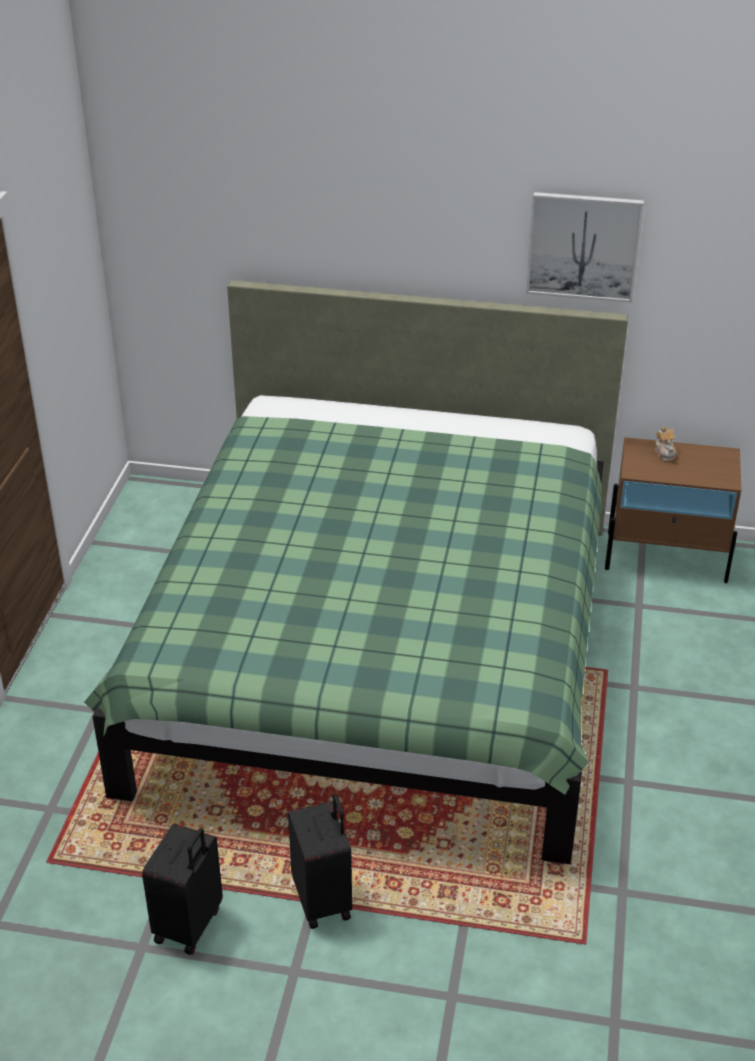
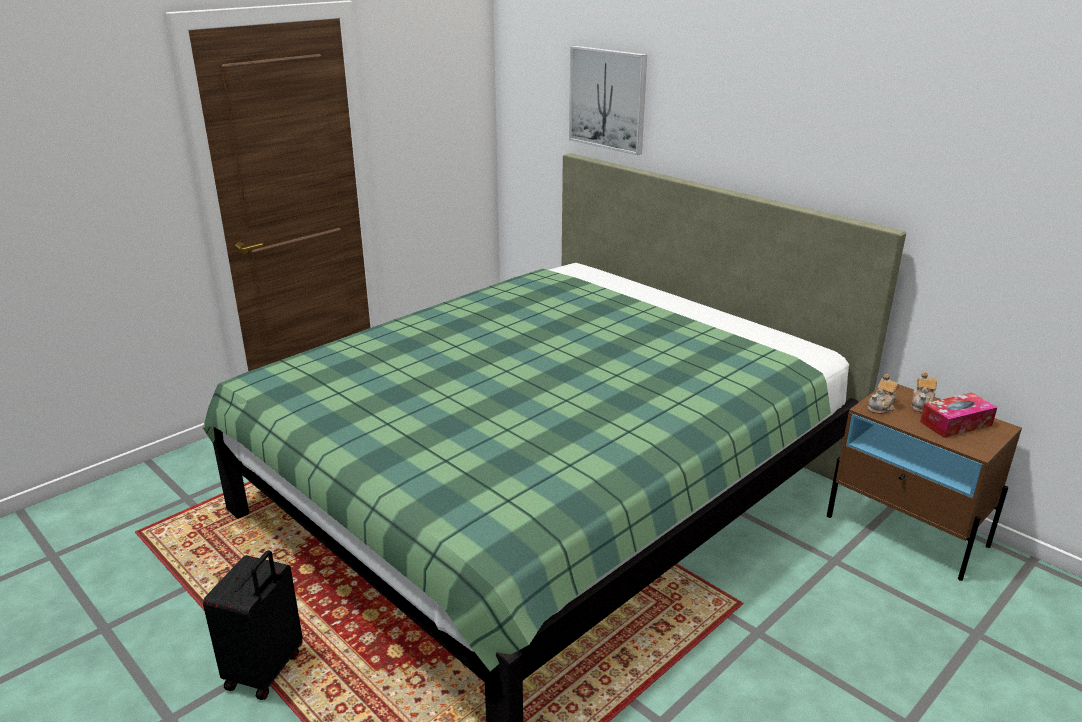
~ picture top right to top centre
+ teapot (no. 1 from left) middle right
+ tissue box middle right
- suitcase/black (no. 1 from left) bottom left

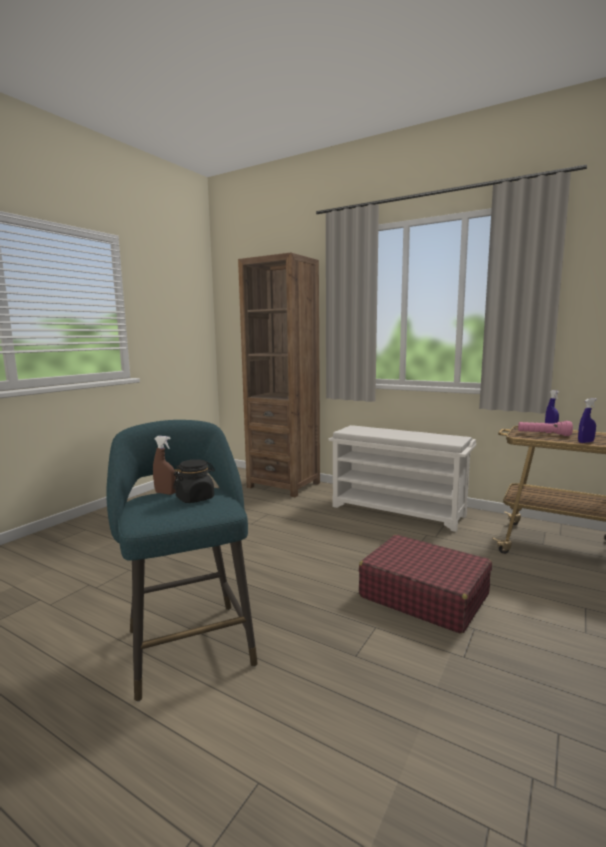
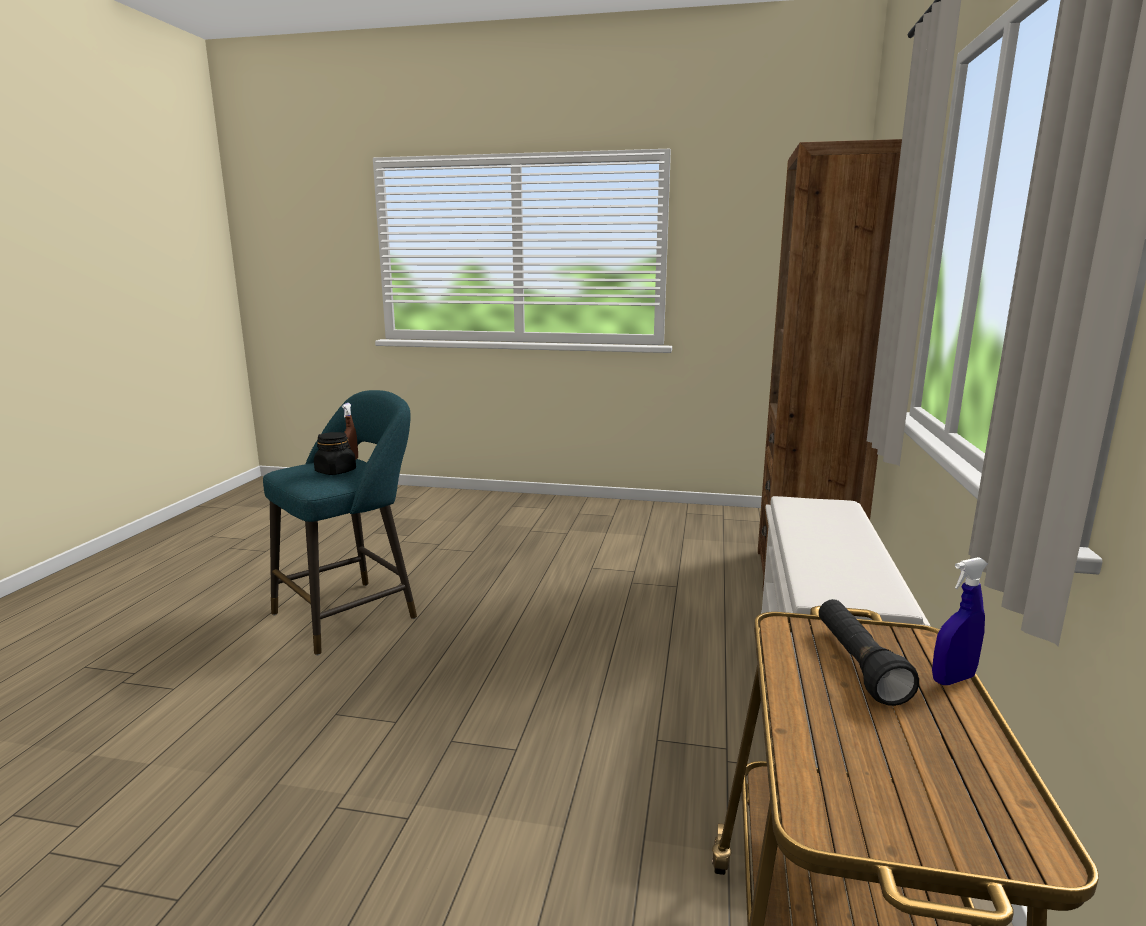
~ flashlight/pink middle right to flashlight/black bottom right
- suitcase/red bottom right
- spray bottle/blue (no. 2 from left) middle right

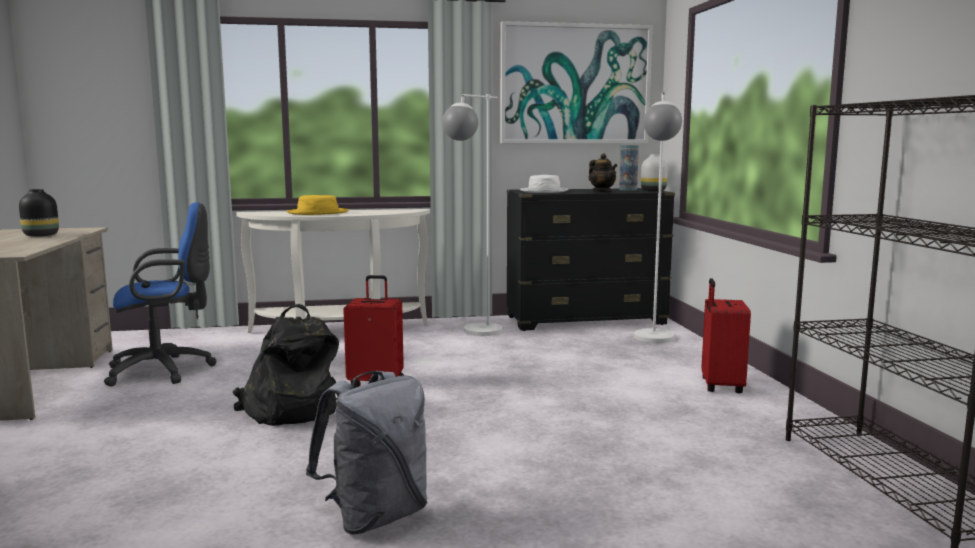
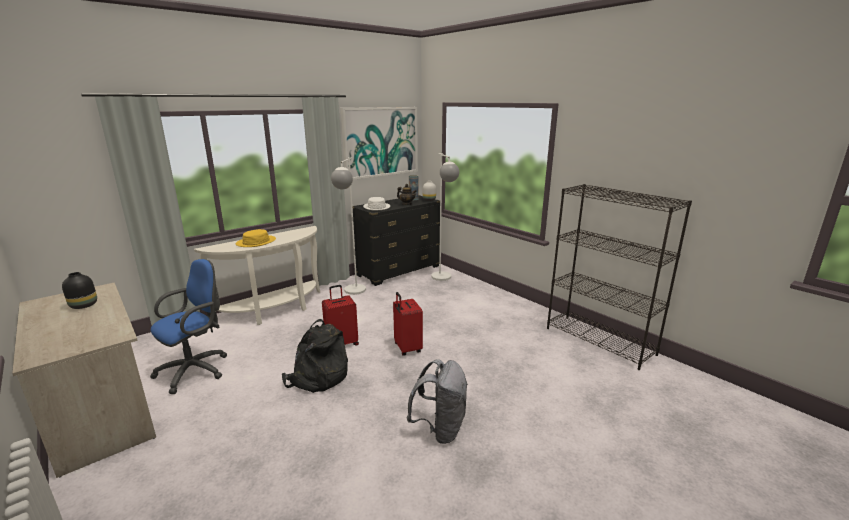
~ suitcase/red (no. 2 from left) middle right to centre

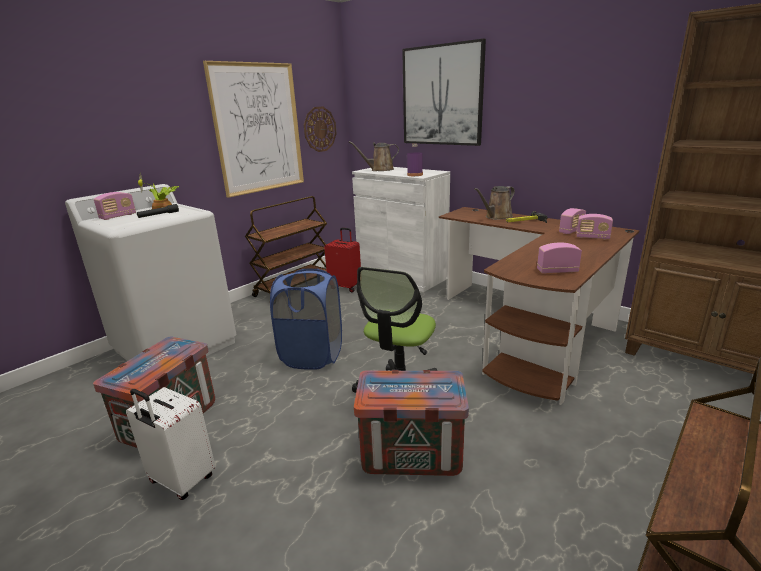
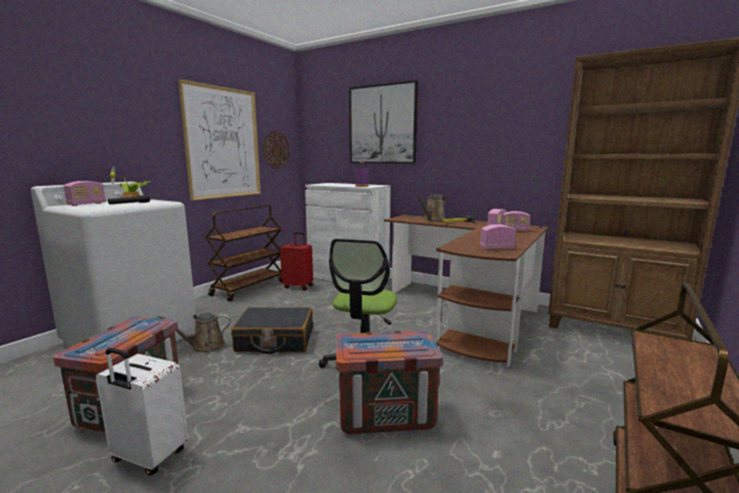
~ watering can/brown (no. 1 from left) top centre to bottom left
~ laundry basket/blue centre to suitcase/black bottom centre

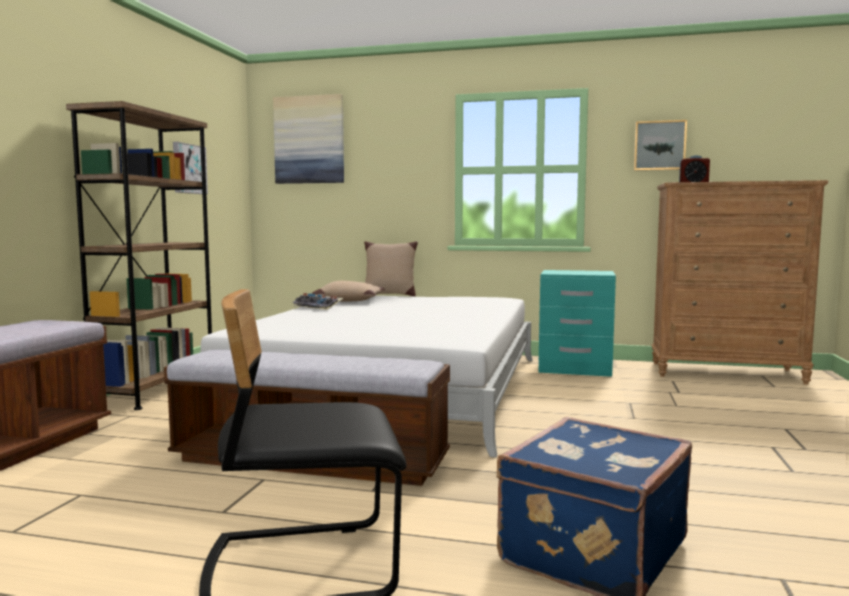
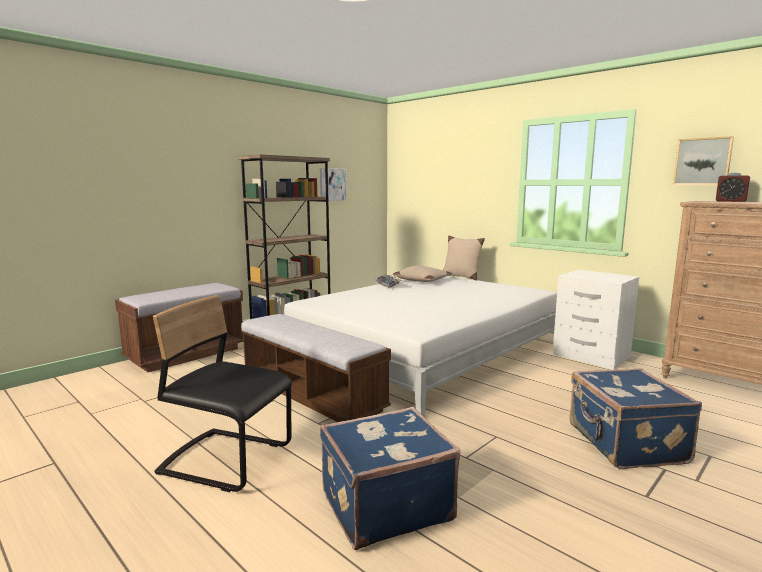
~ nightstand/turquoise middle right to nightstand/white middle right
+ suitcase/blue (no. 2 from left) bottom right
- picture (no. 2 from left) top centre

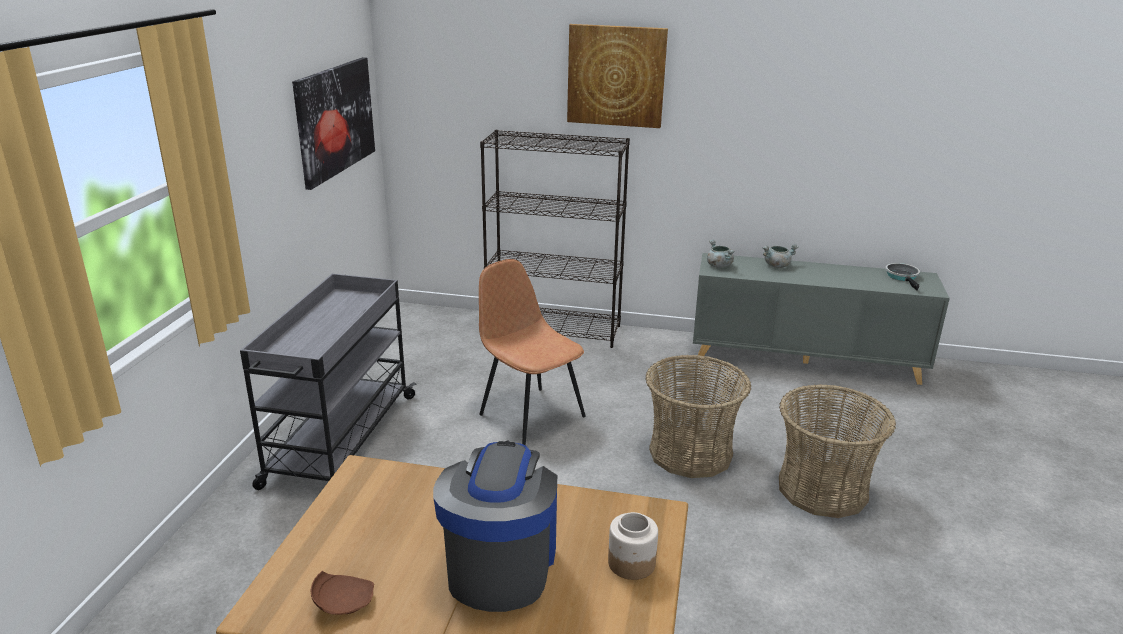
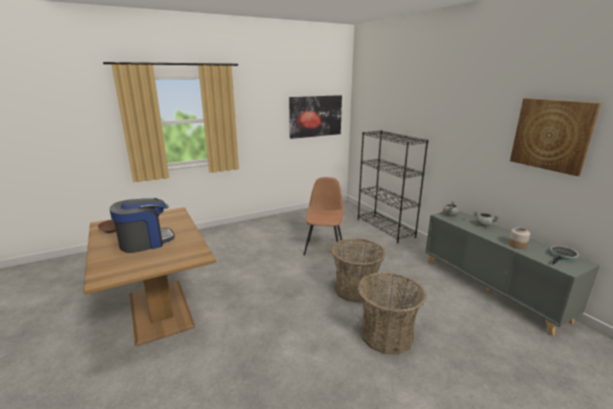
~ jar bottom centre to middle right
~ picture (no. 2 from left) top centre to middle right
- cart/grey middle left

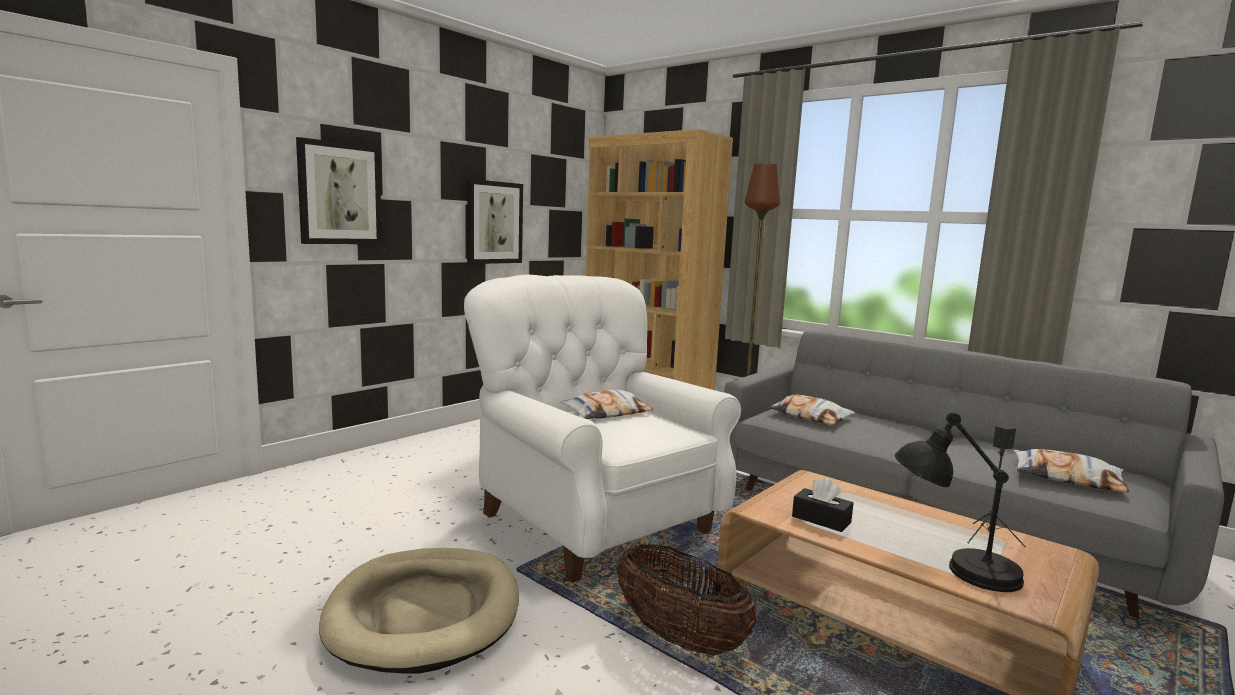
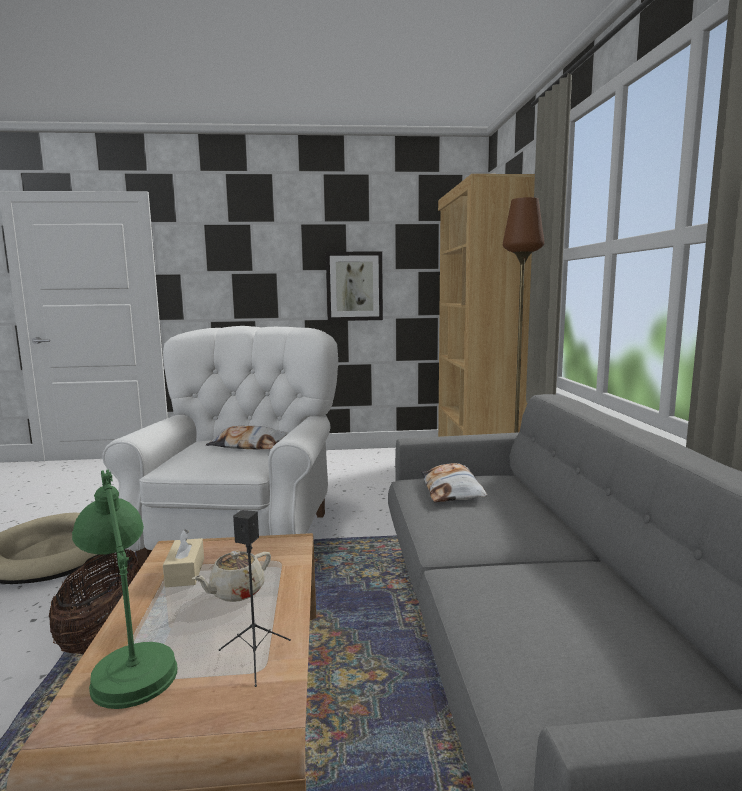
~ table lamp/black bottom right to table lamp/green bottom left
~ tissue box/black bottom centre to tissue box/beige bottom left
+ teapot/beige bottom left
- picture (no. 1 from left) top left
- pillow (no. 3 from left) bottom right

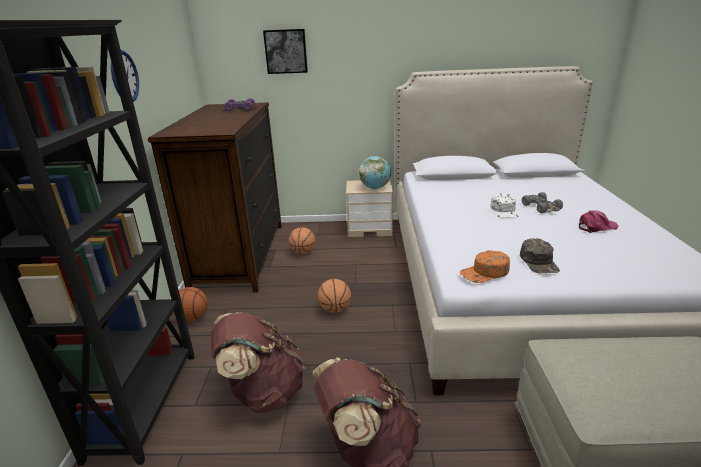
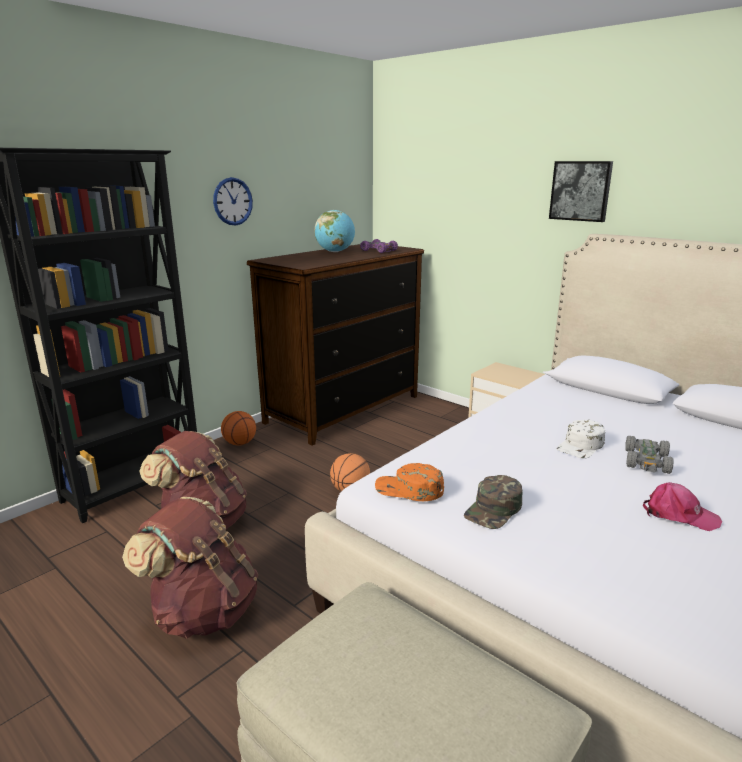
~ globe centre to top centre
~ picture top centre to top right
- basketball (no. 2 from left) centre

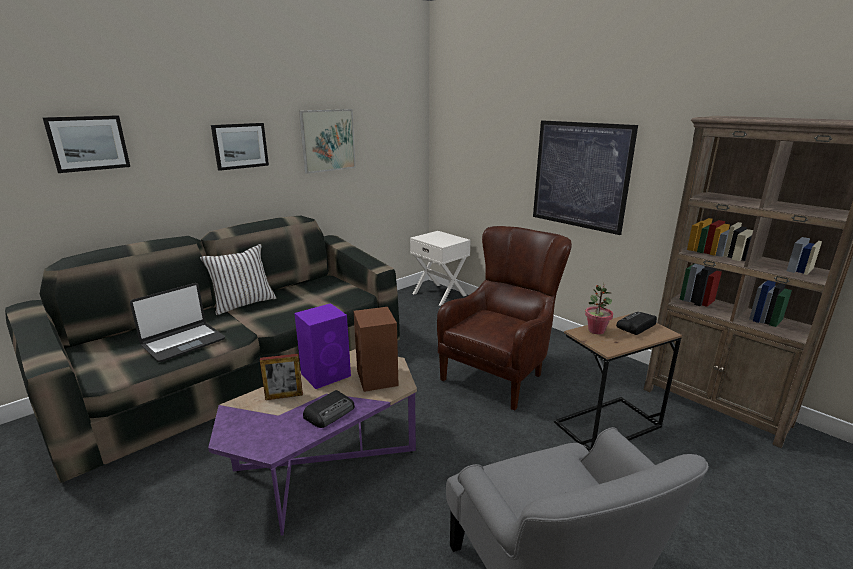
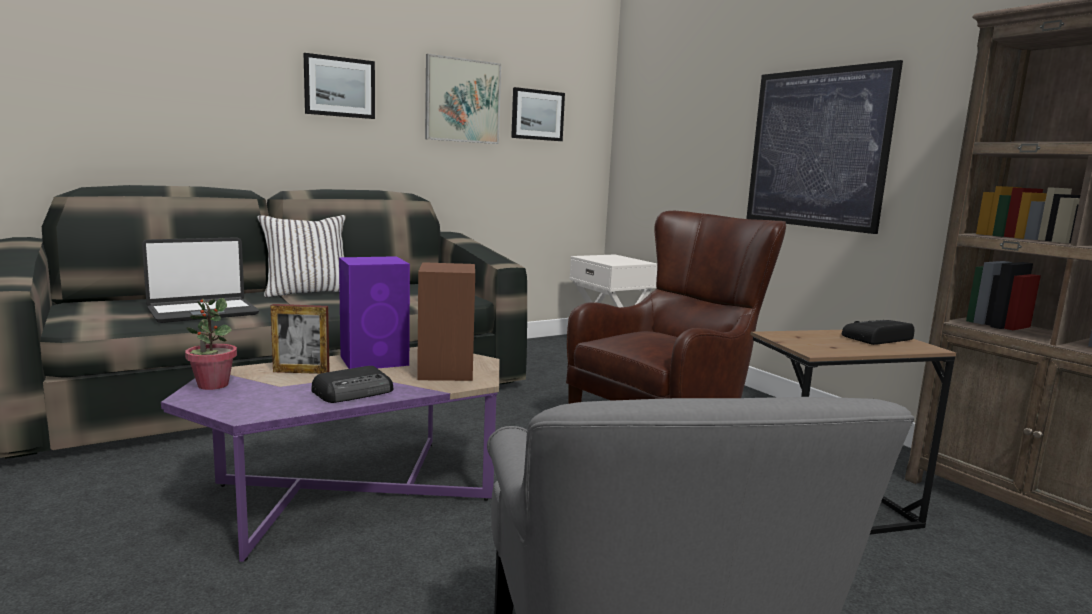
~ potted plant middle right to middle left
~ picture (no. 1 from left in the first image) top left to picture (no. 3 from left) top centre

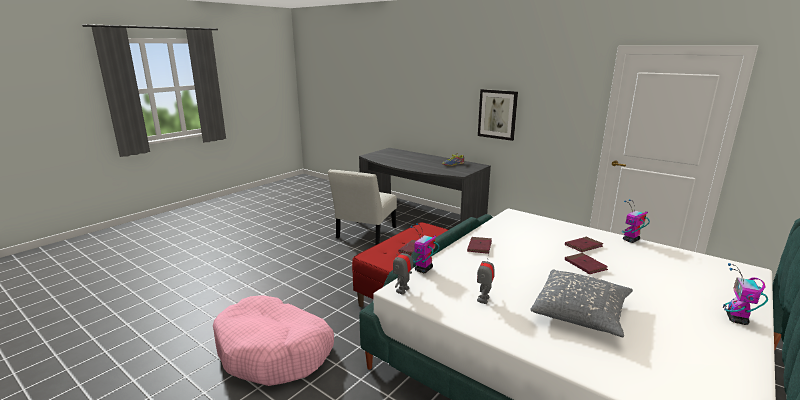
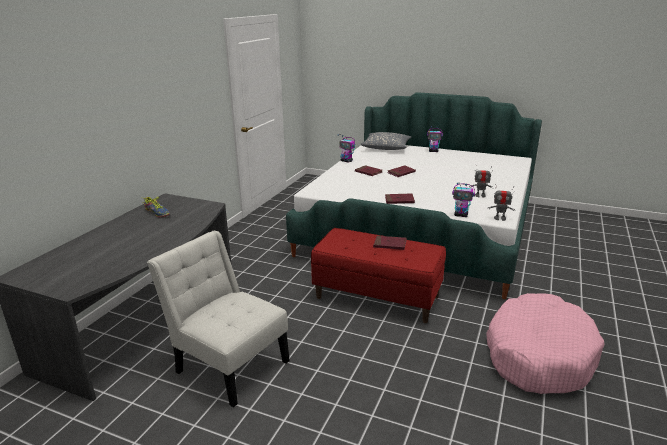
~ chair/white centre = bottom left 150 degrees counterclockwise
~ pillow/grey bottom right to top centre
- picture top centre

